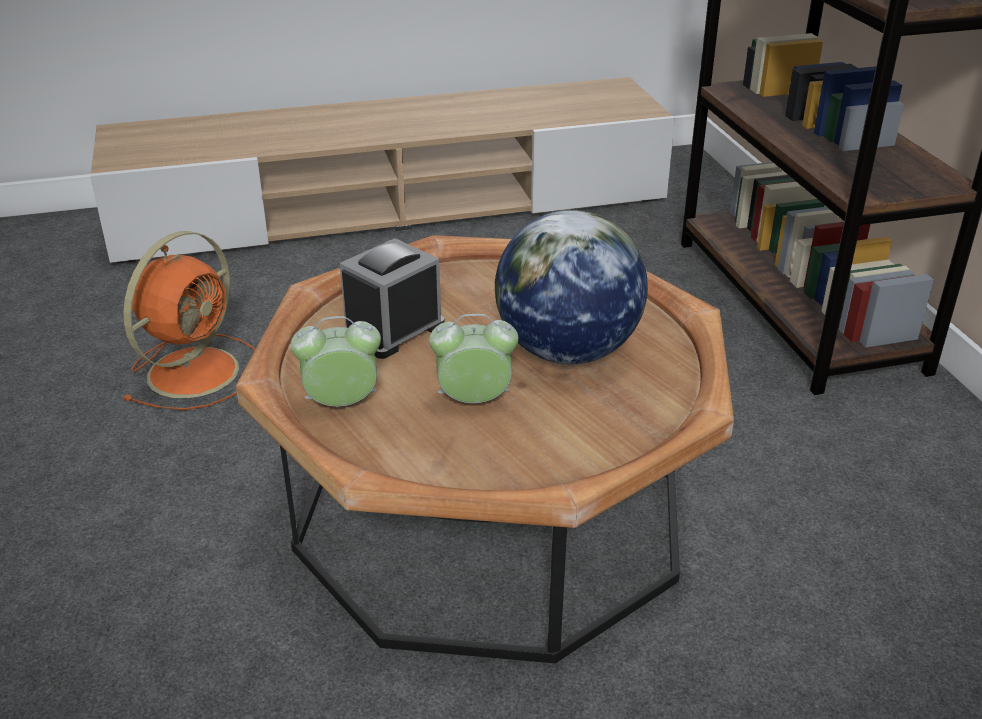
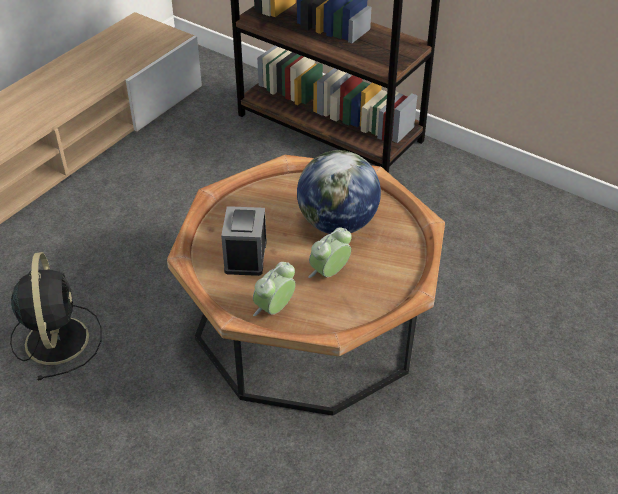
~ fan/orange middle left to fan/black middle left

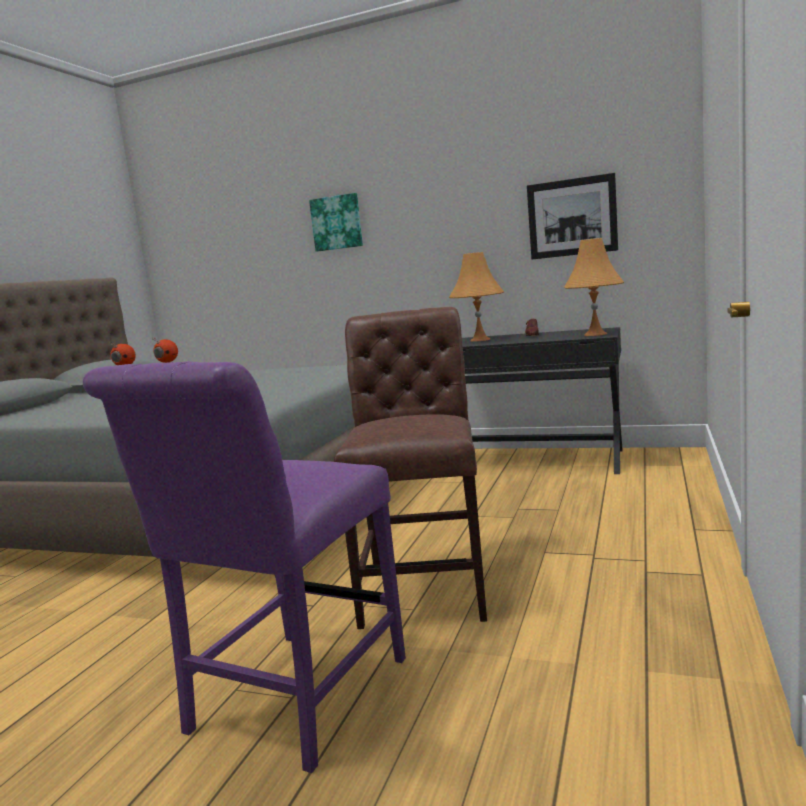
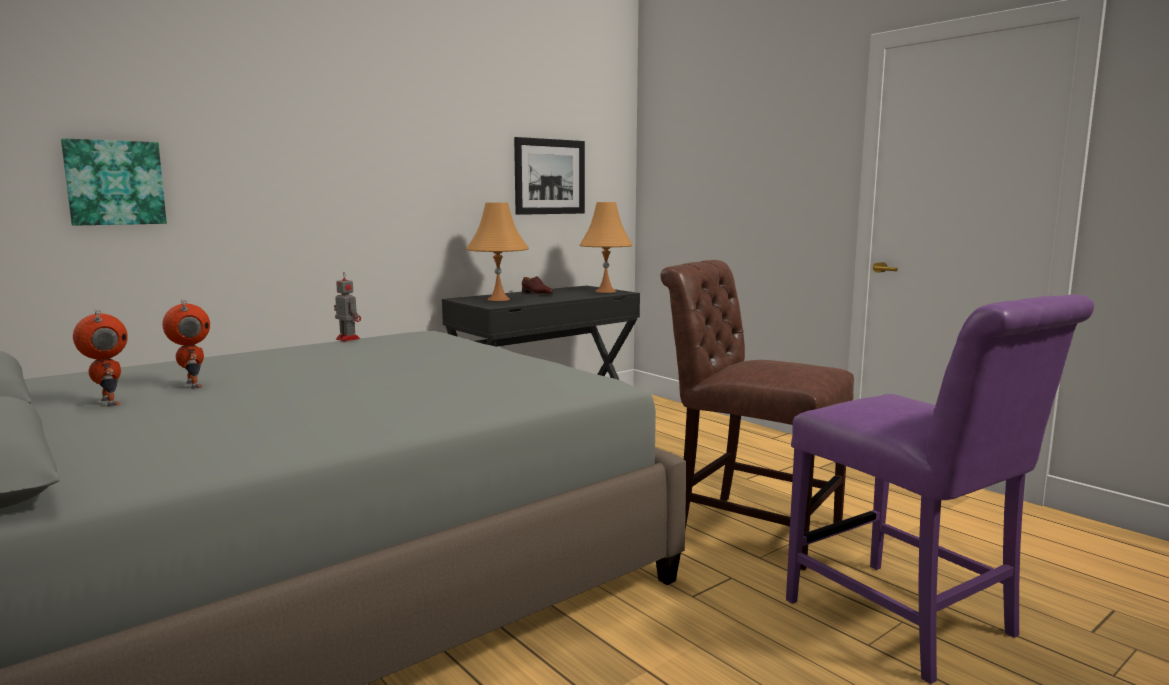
~ picture (no. 1 from left) top centre to top left
+ toy robot (no. 3 from left) middle left

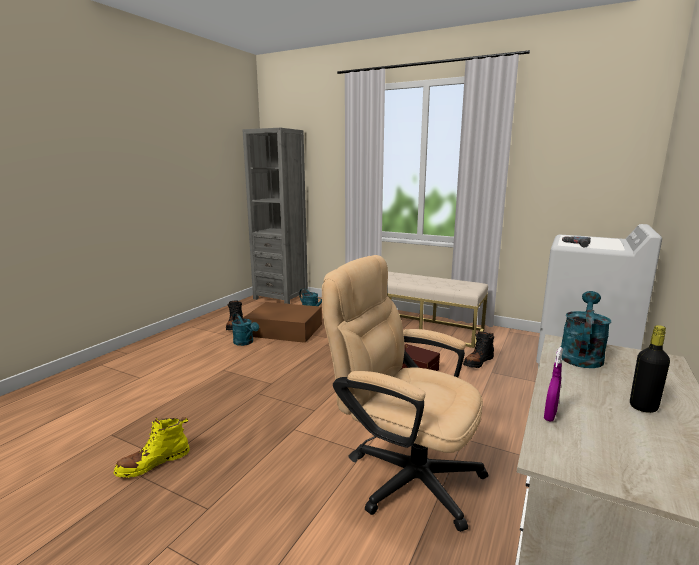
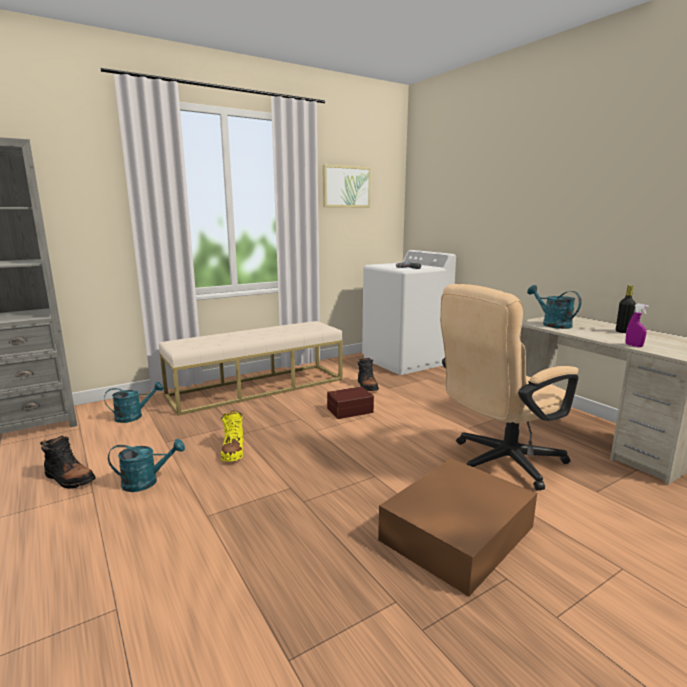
~ boot/yellow bottom left to centre
+ picture top centre
~ storage box/brown (no. 1 from left in the first image) centre to storage box/brown (no. 2 from left) bottom centre

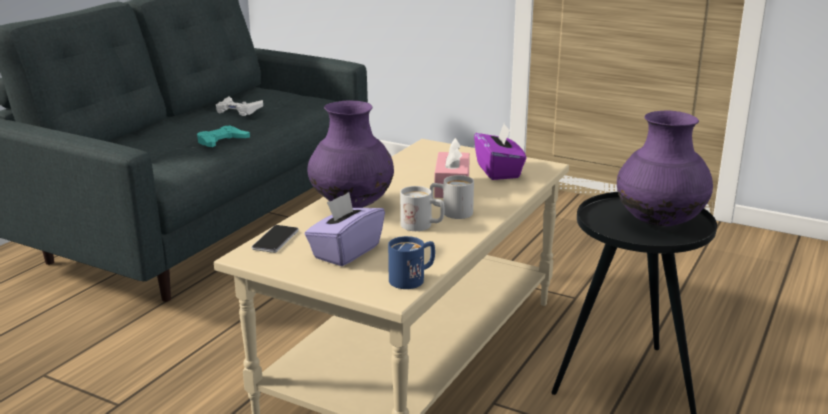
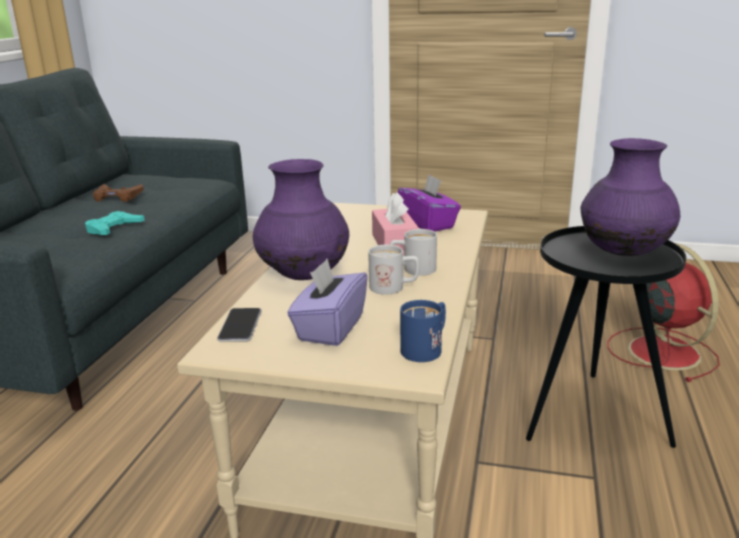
~ game controller/white top left to game controller/brown middle left
+ fan/red middle right

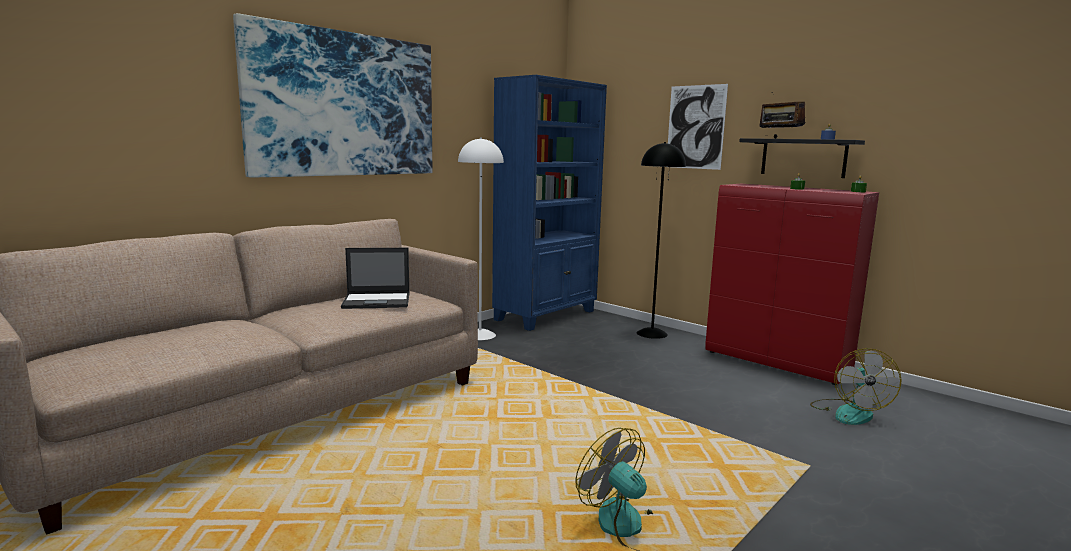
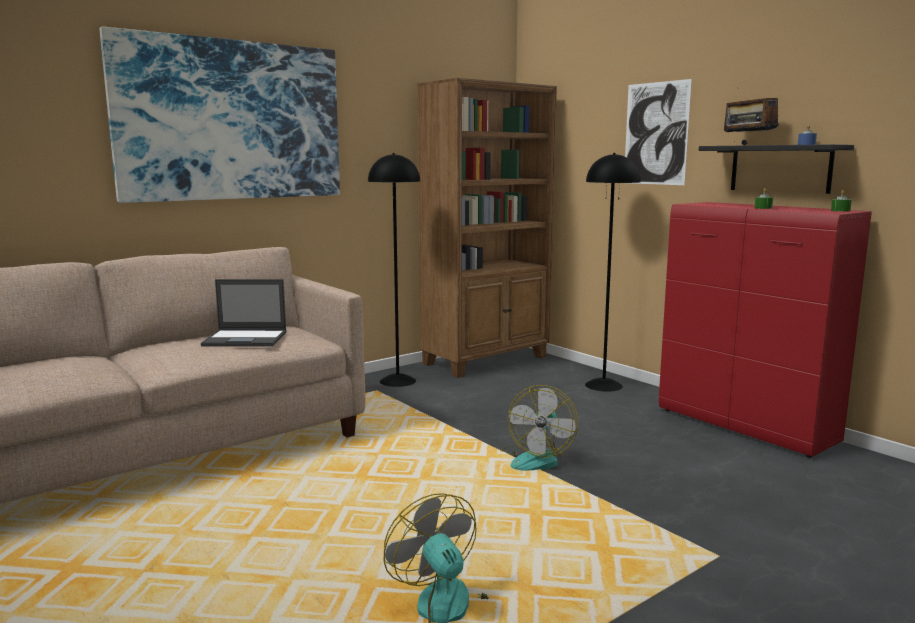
~ floor lamp/white centre to floor lamp/black (no. 1 from left) centre
~ bookcase/blue centre to bookcase/brown centre
~ fan (no. 2 from left) bottom right to bottom centre

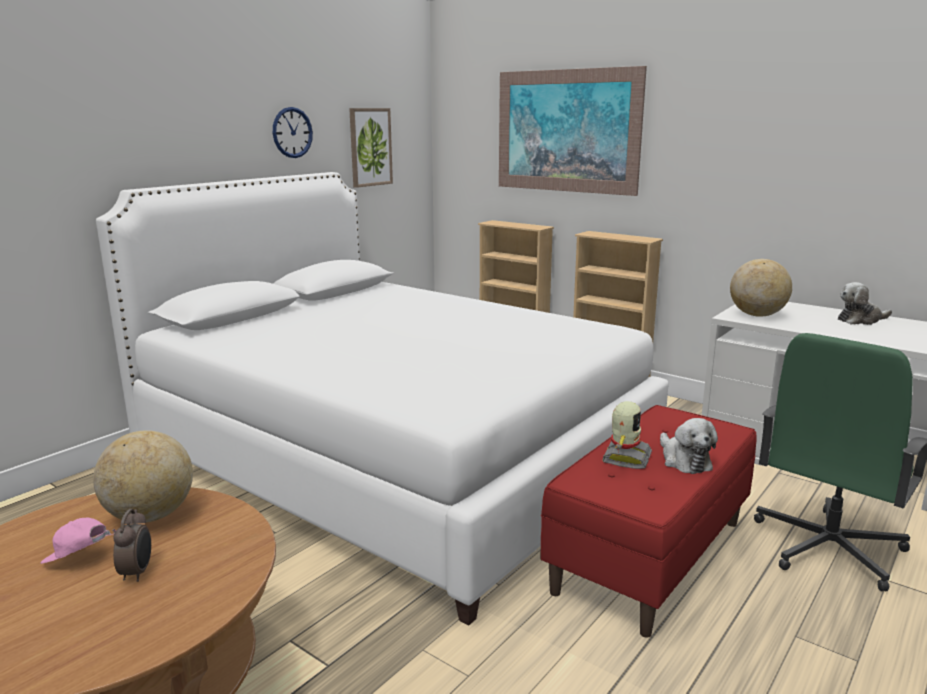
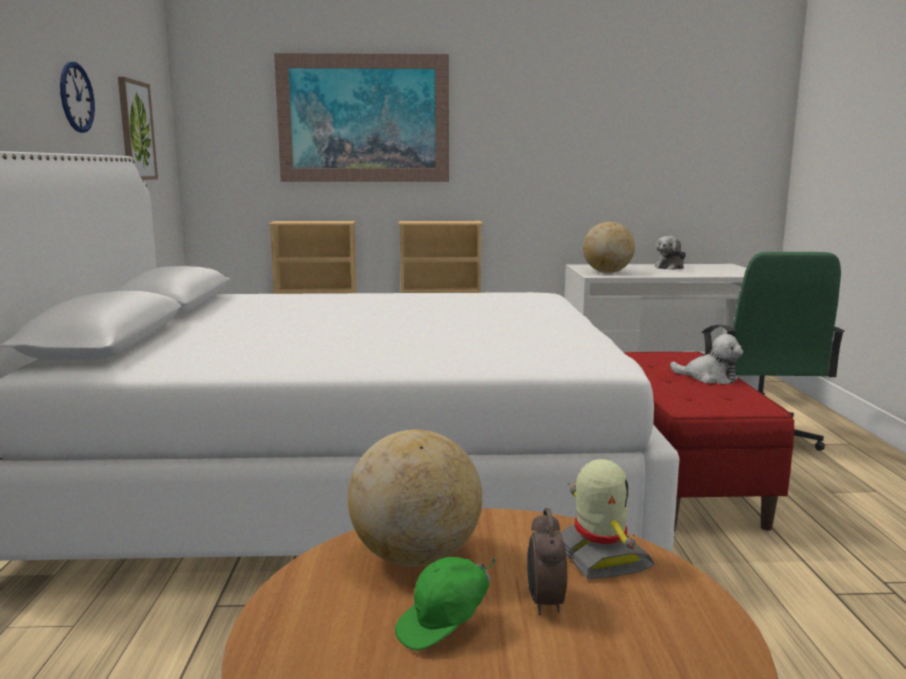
~ cap/pink bottom left to cap/green bottom centre
~ alarm clock bottom left = bottom centre 135 degrees counterclockwise
~ toy robot middle right to bottom right

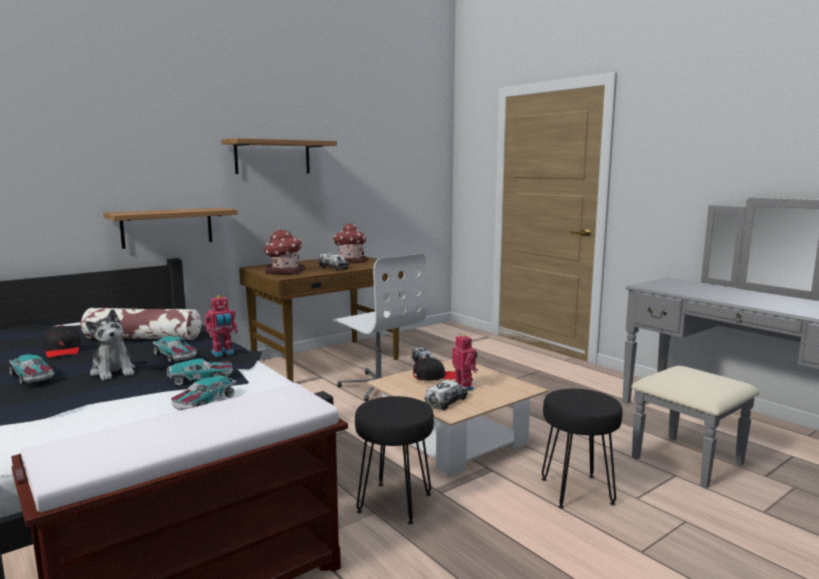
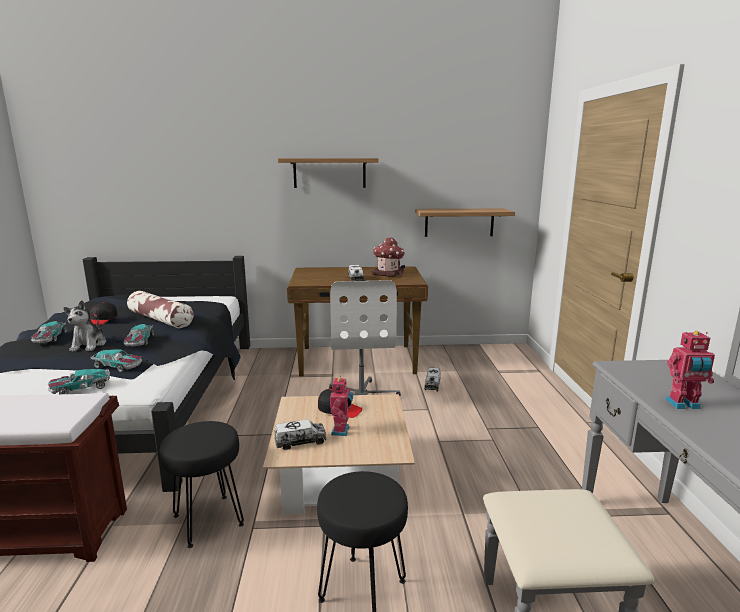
~ shelf (no. 1 from left in the first image) middle left to shelf (no. 2 from left) centre
~ toy robot (no. 1 from left in the first image) middle left to toy robot (no. 2 from left) middle right
- toy house (no. 1 from left) centre

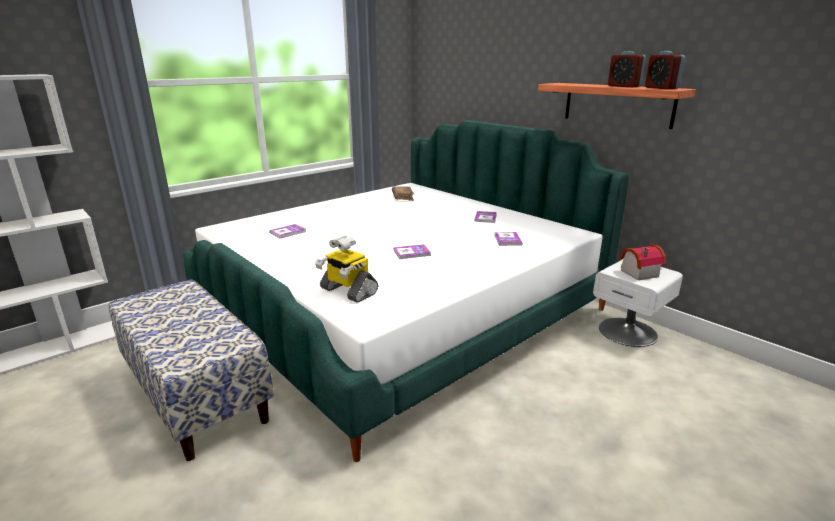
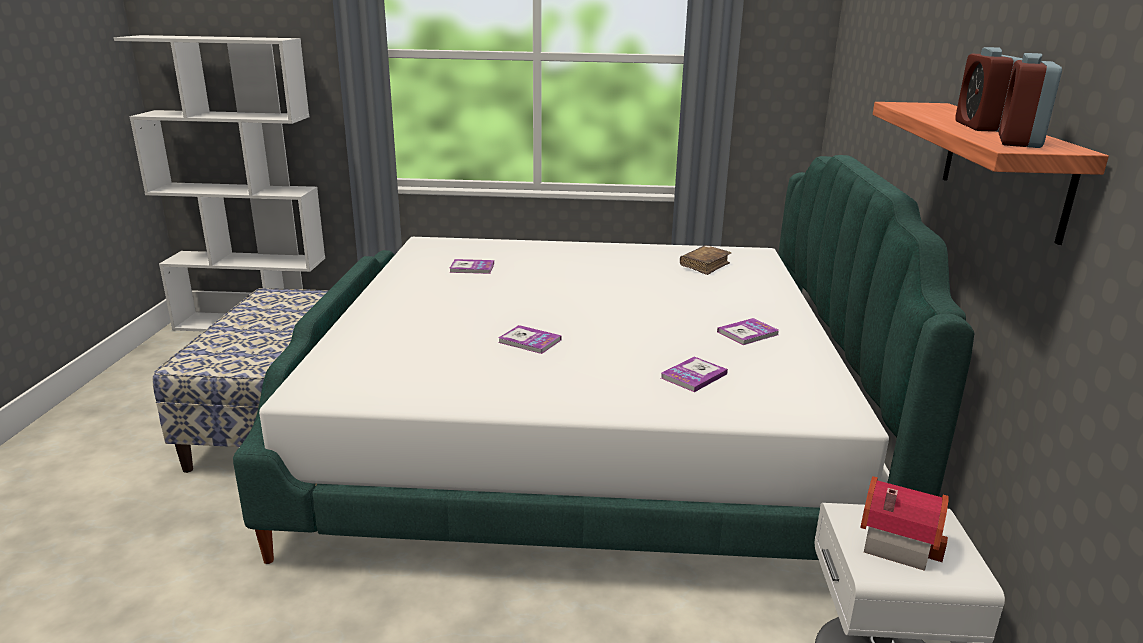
- toy robot centre

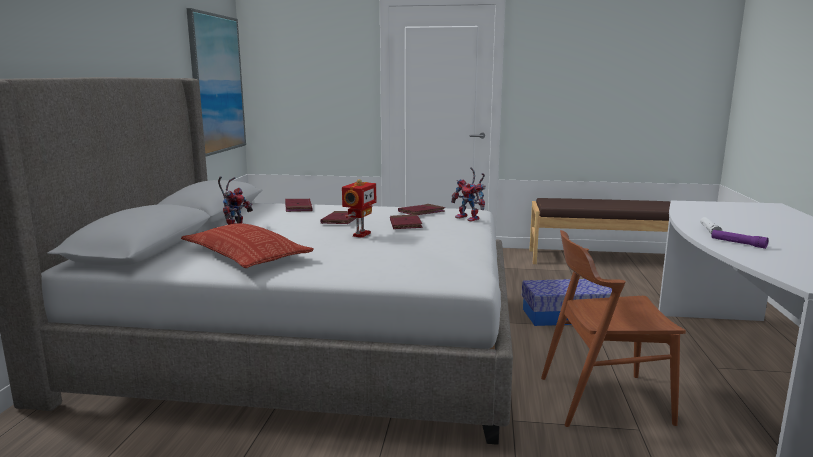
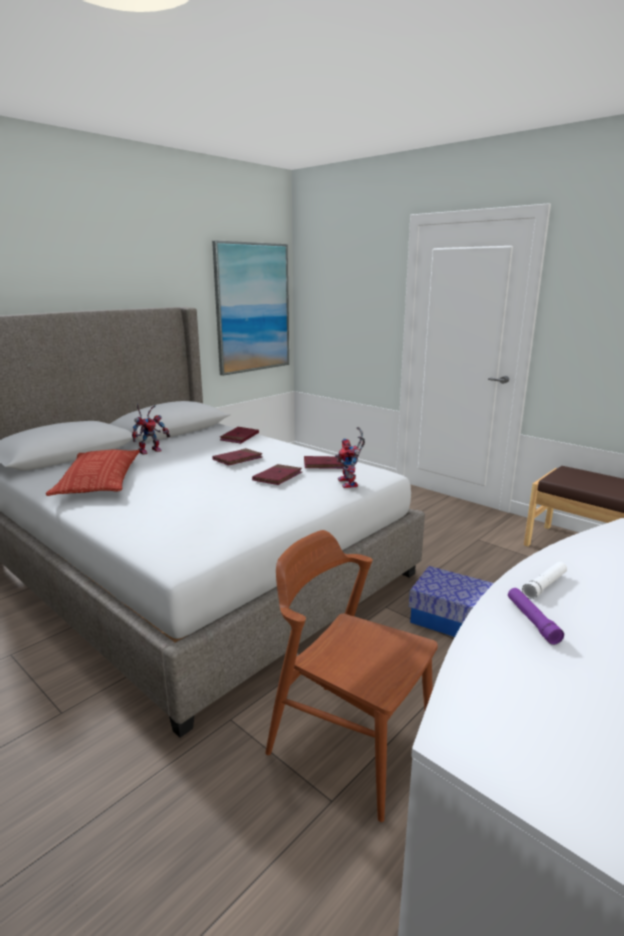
- toy robot (no. 2 from left) centre

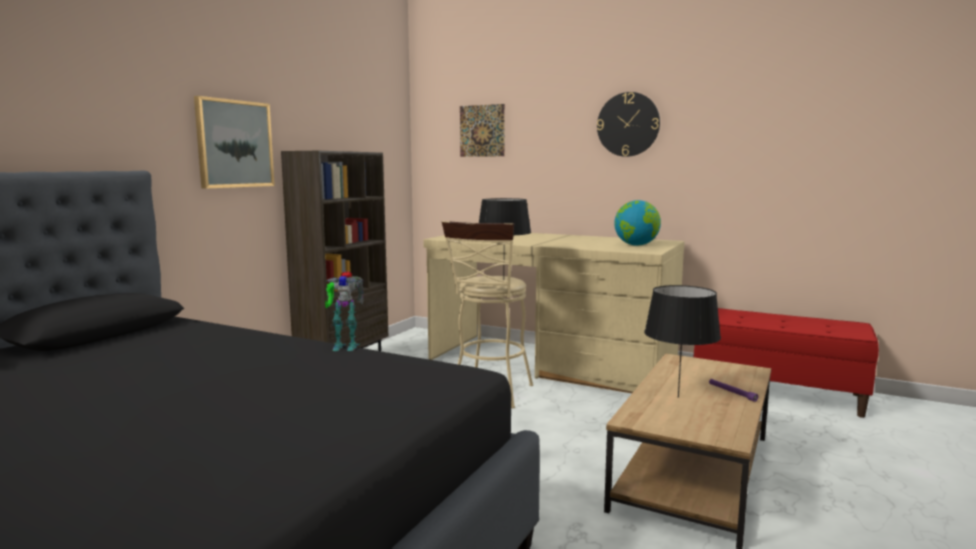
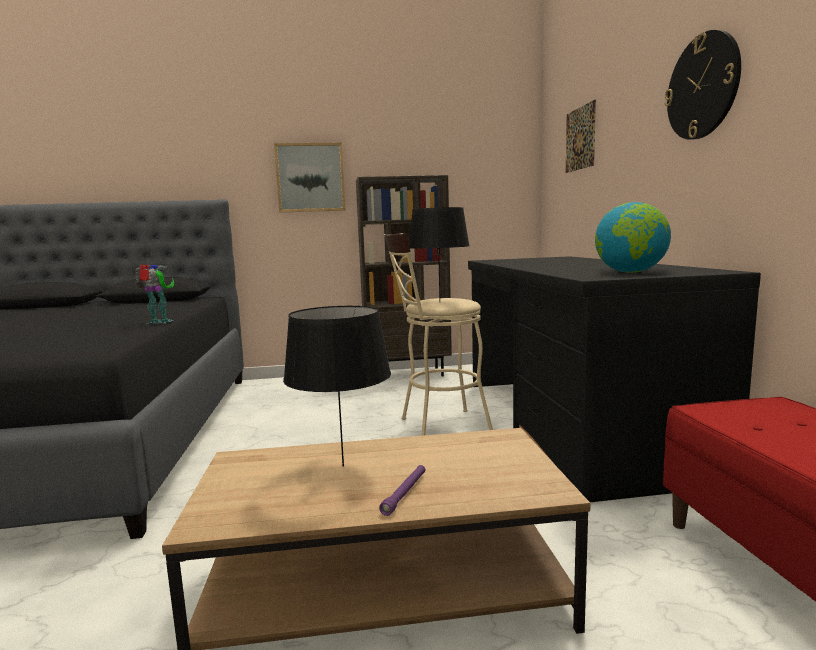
~ toy robot centre = middle left 135 degrees clockwise
~ desk/beige centre to desk/black middle right

